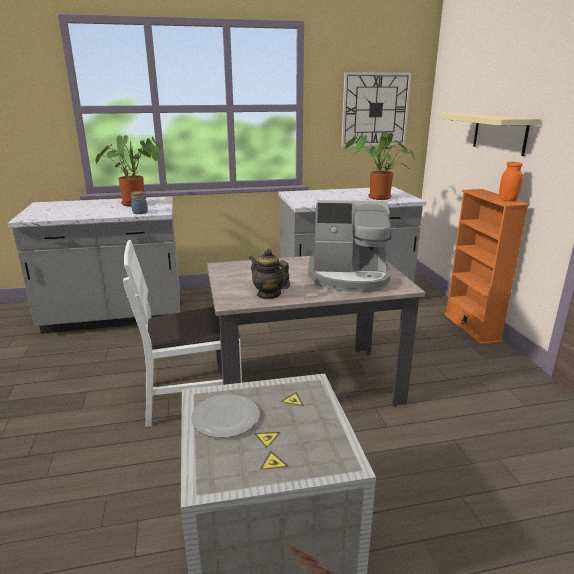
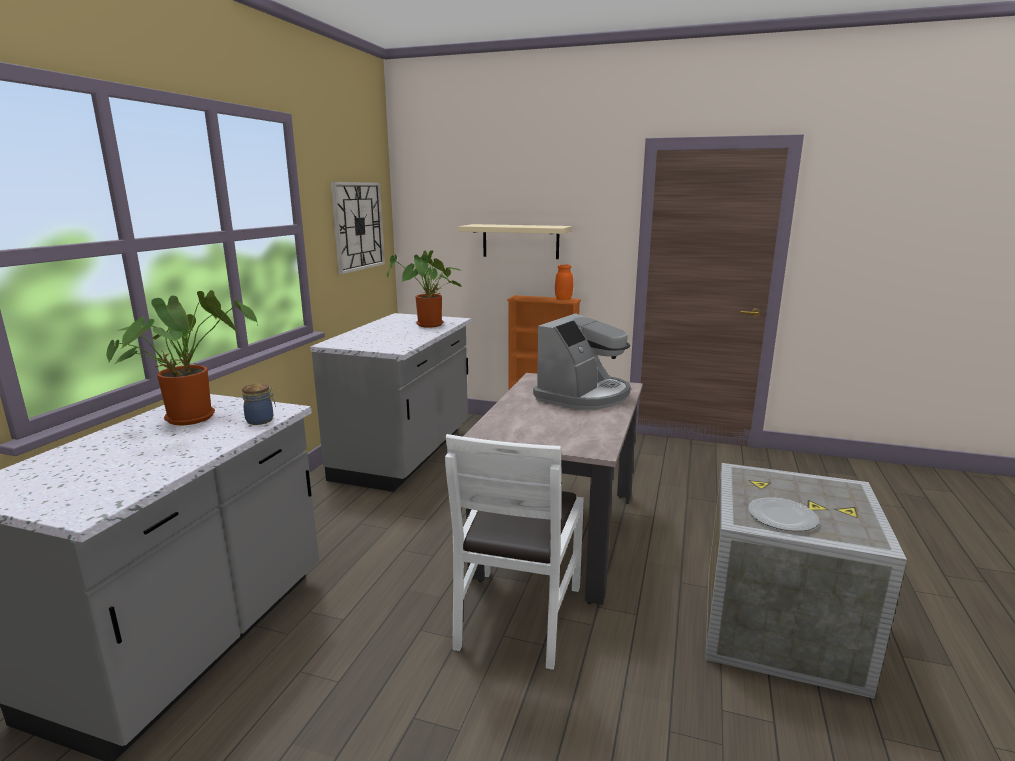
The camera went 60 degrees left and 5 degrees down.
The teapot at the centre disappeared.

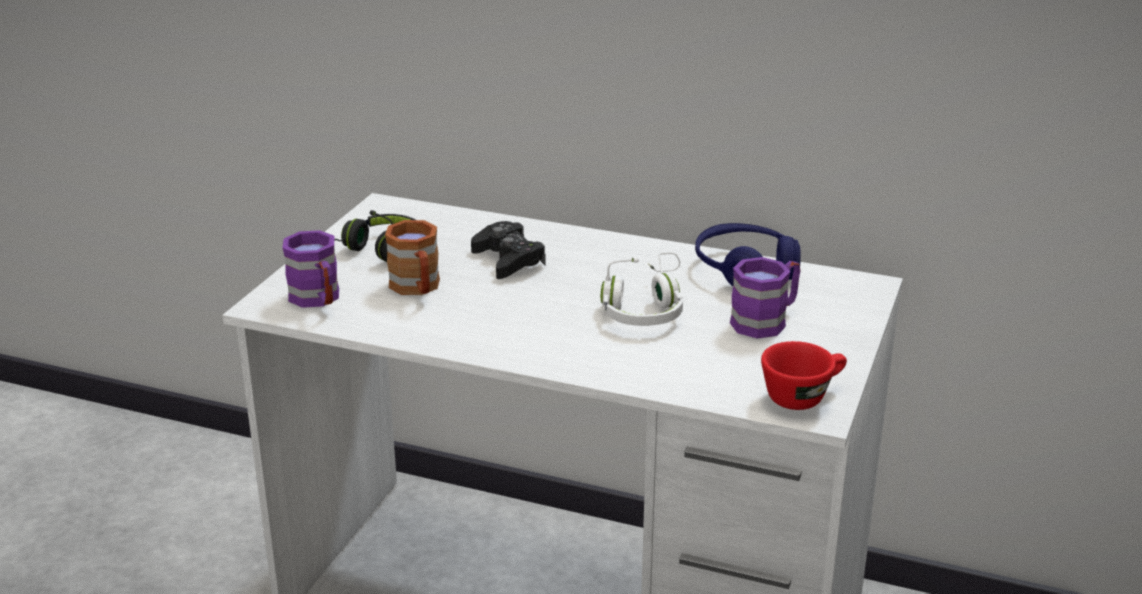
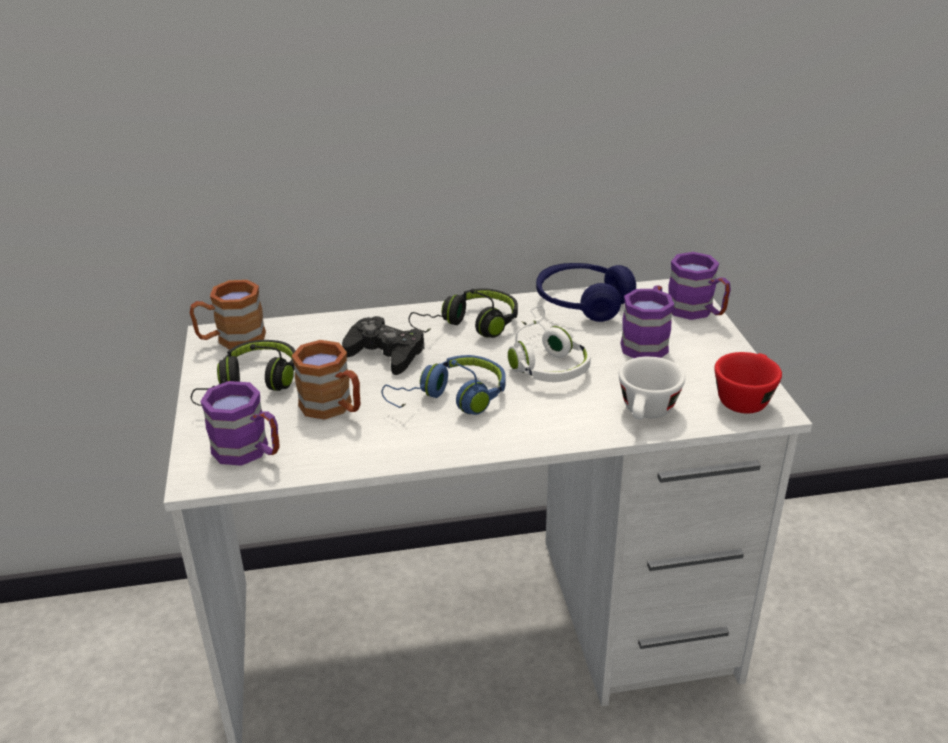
The camera went 30 degrees left and 5 degrees up.
The mug (brown-coloured) (1st from left) at the middle left appeared.
The headset (blue) (1st from left) at the centre appeared.
The headset (black-coloured) (2nd from left) at the centre appeared.
The cup (whitish) at the middle right appeared.
The mug (purple) (3rd from left) at the middle right appeared.

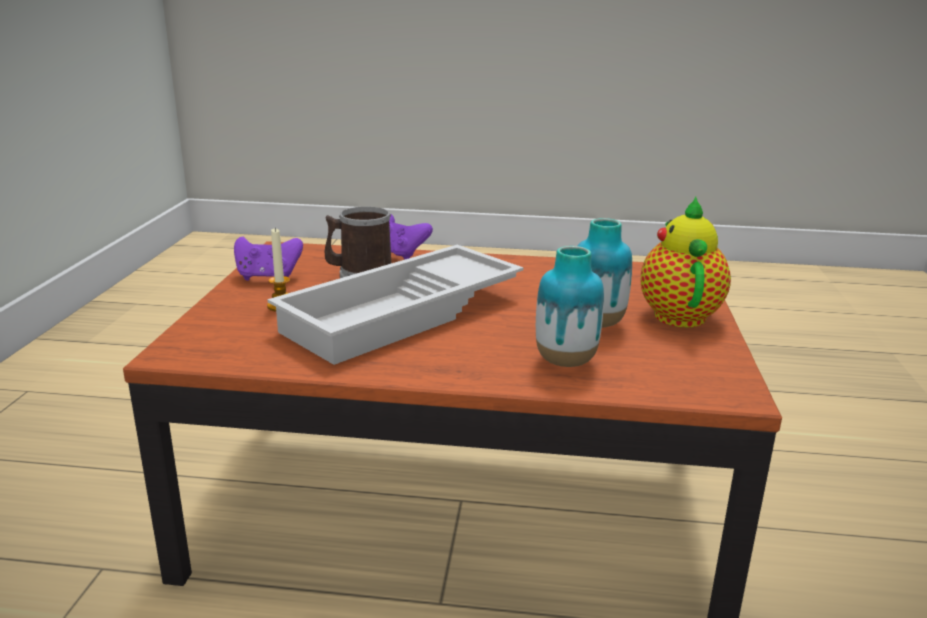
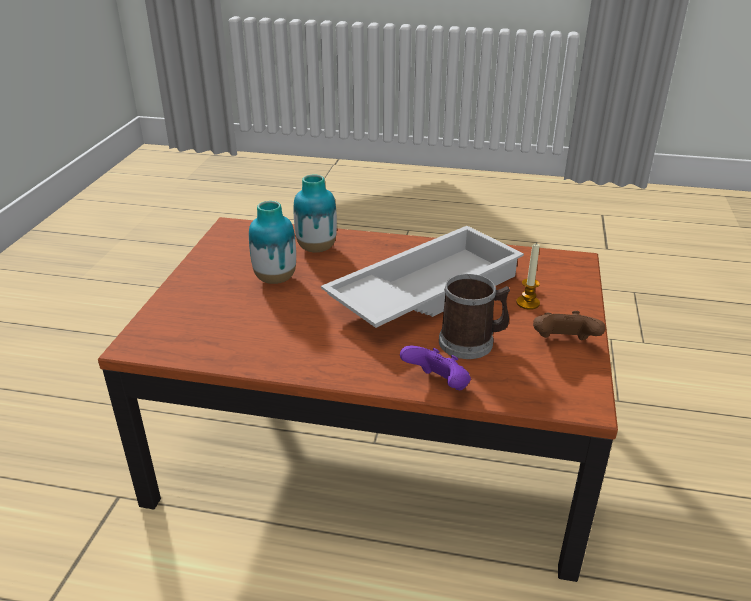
The camera went 175 degrees left and 10 degrees up.
The game controller (purple) (1st from left) at the middle left became the game controller (brown-coloured) at the middle right.
The teapot at the middle right disappeared.

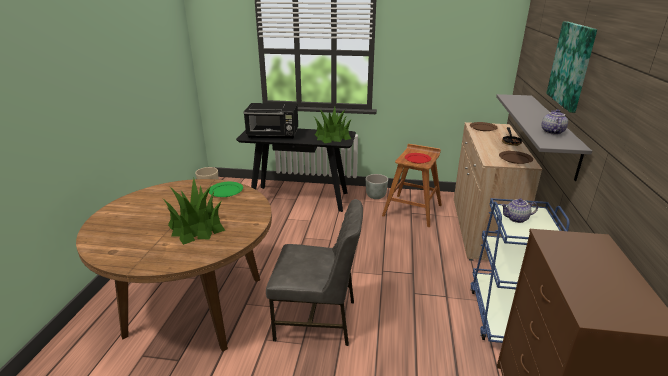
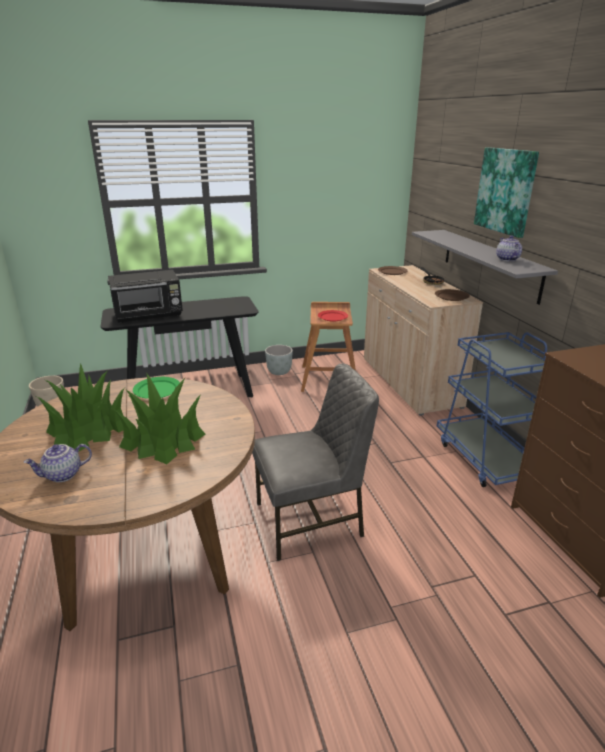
The camera went 25 degrees left and 0 degrees up.
The houseplant (2nd from left in the first image) moved from the top centre to the middle left.
The teapot (1st from left) moved from the middle right to the middle left.

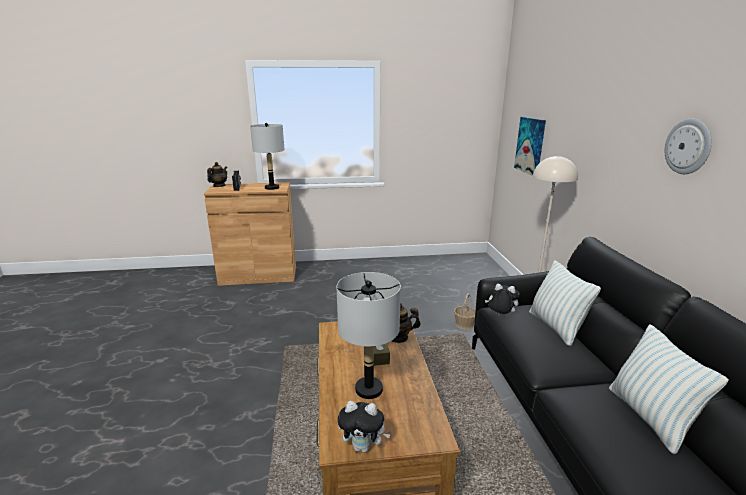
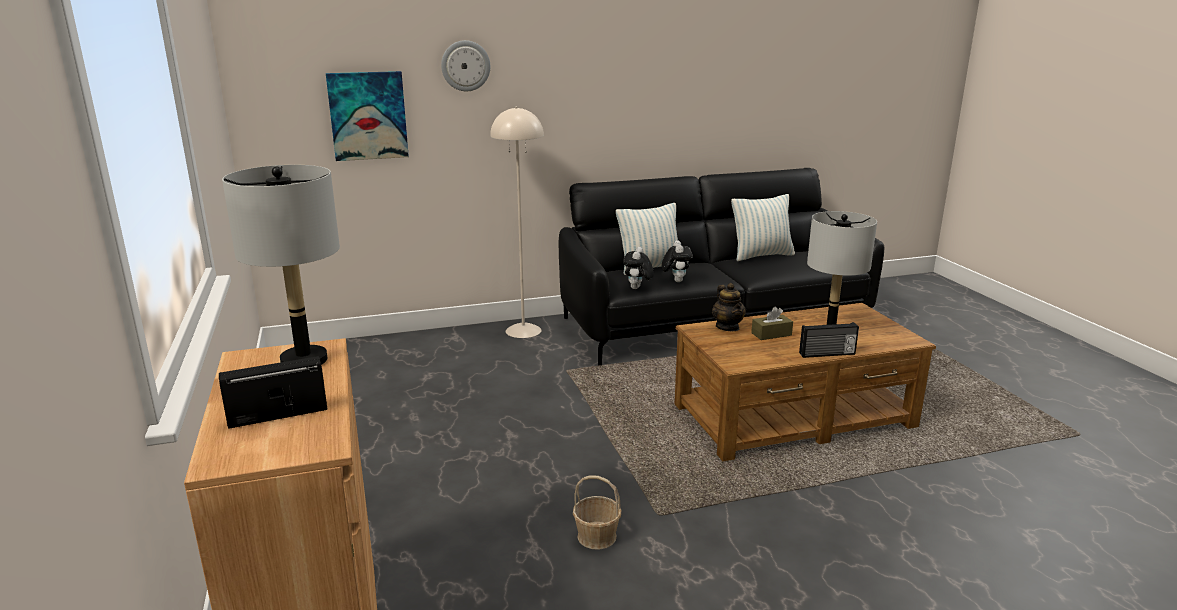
The camera went 100 degrees left and 0 degrees up.
The teapot (1st from left) at the middle left disappeared.
The soft toy (1st from left in the first image) moved from the bottom centre to the centre.
The basket moved from the centre to the bottom centre.
The wall clock moved from the top right to the top centre.
The radio receiver (2nd from left) at the middle right appeared.

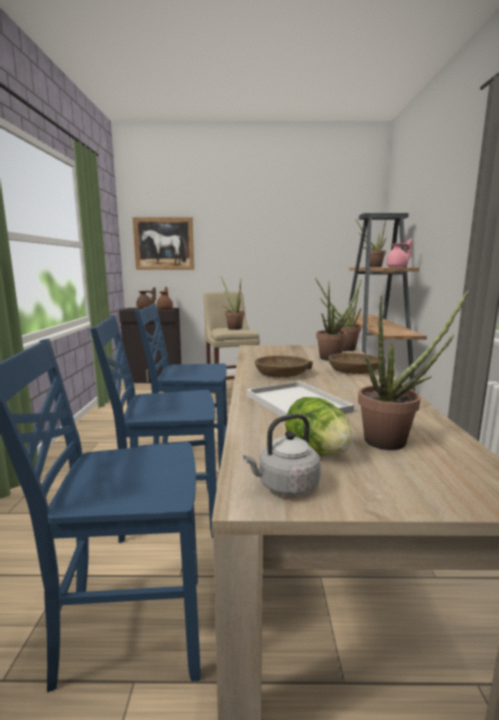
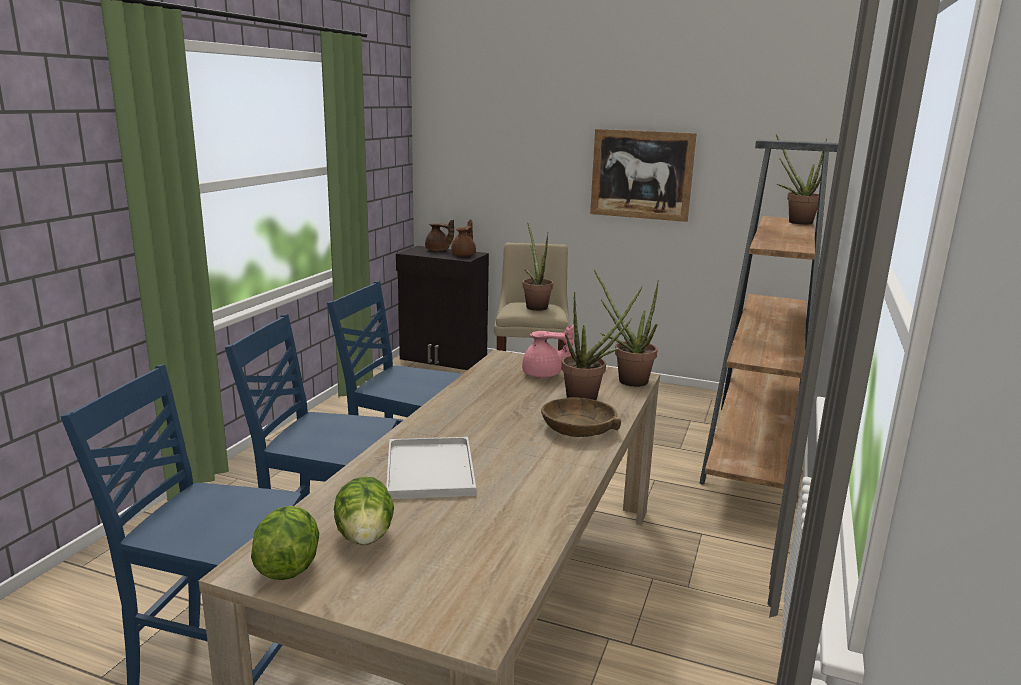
The camera went 20 degrees right and 5 degrees up.
The picture moved from the middle left to the top centre.
The kettle (gray) at the centre was replaced by the lettuce head (1st from left) at the bottom left.
The bowl (brown-coloured) (1st from left) at the centre disappeared.
The houseplant (5th from left) at the middle right disappeared.
The teapot (pinkish) moved from the middle right to the centre.

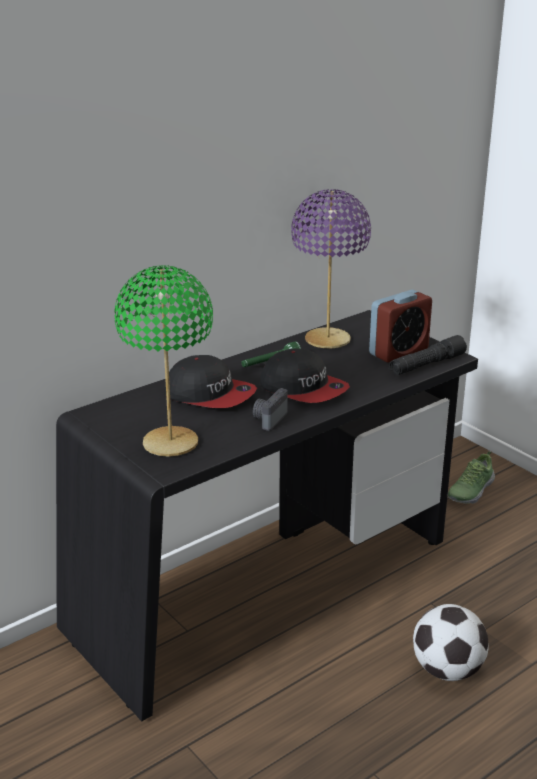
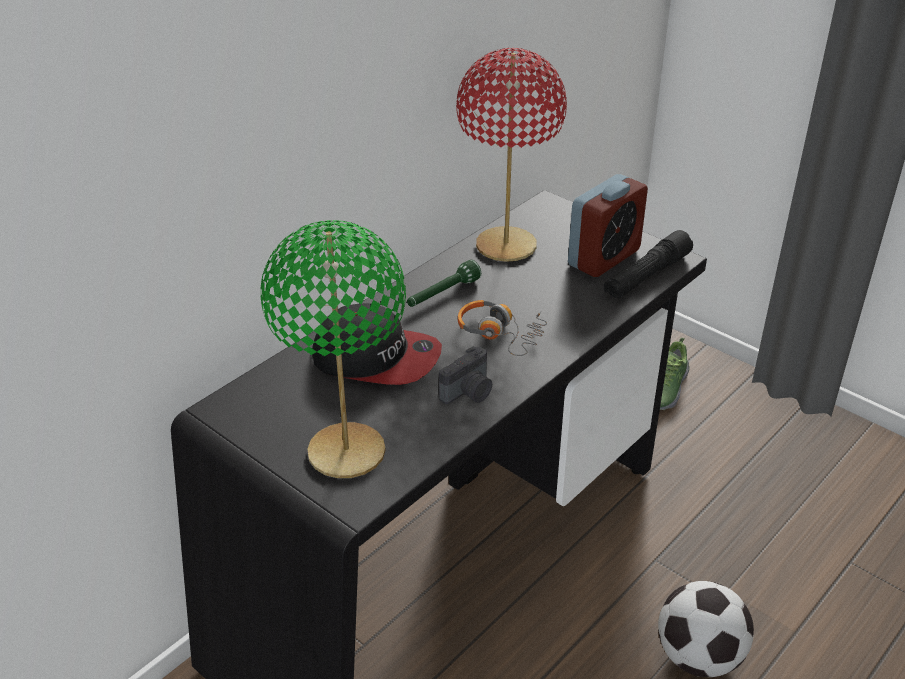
The camera went 10 degrees left and 10 degrees up.
The still camera at the centre turned 150 degrees counterclockwise.
The cap (2nd from left) at the centre was replaced by the headset at the centre.
The tabletop lamp (purple) at the centre became the tabletop lamp (red) at the top centre.

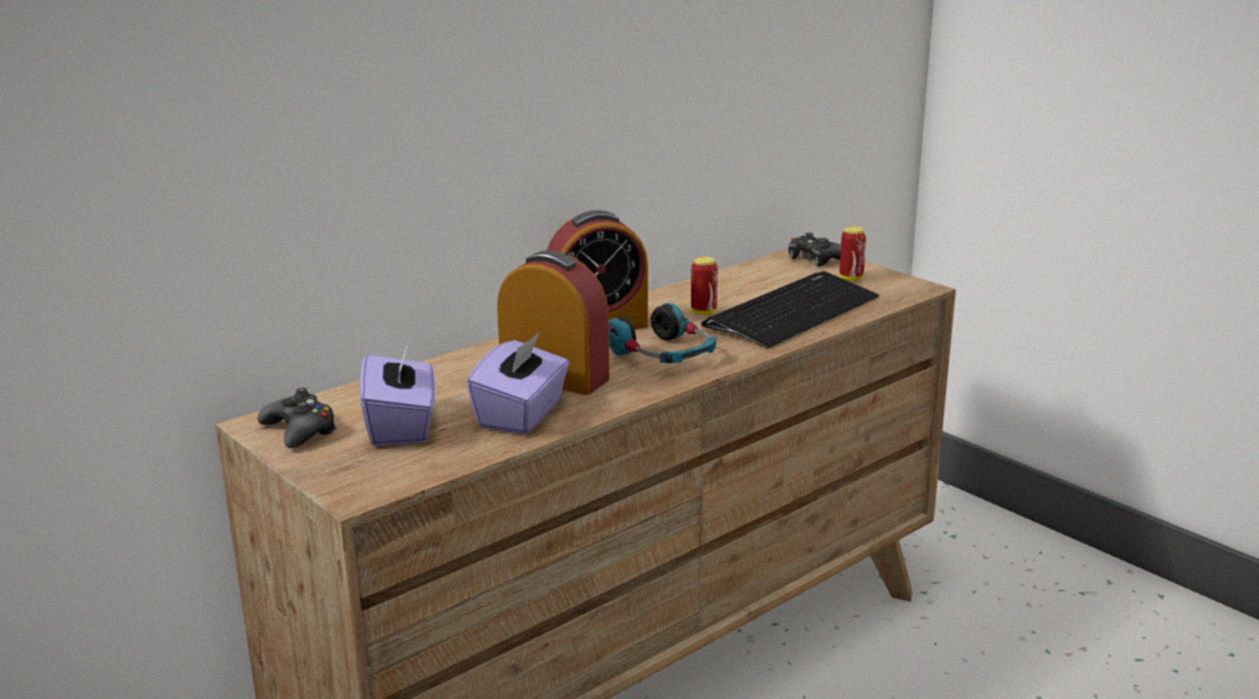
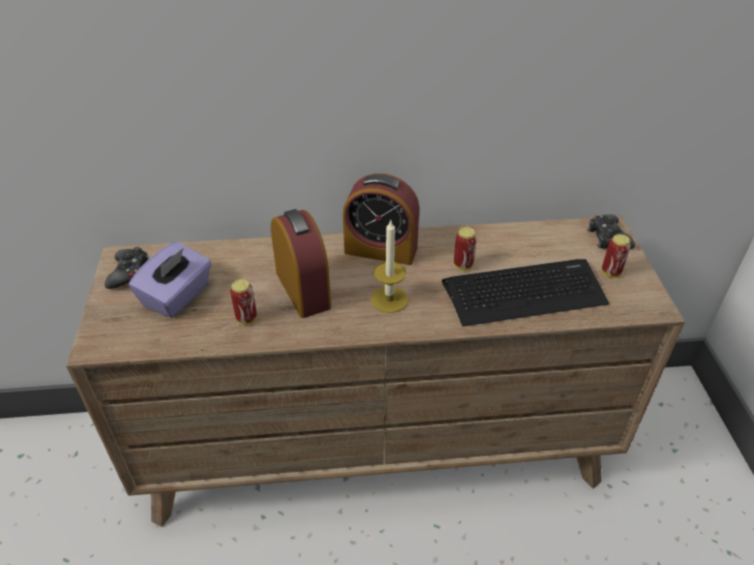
The camera went 35 degrees right and 20 degrees up.
The tissue holder (purple) (2nd from left) at the centre was replaced by the sealed can (1st from left) at the middle left.
The headset at the centre was replaced by the candle at the centre.

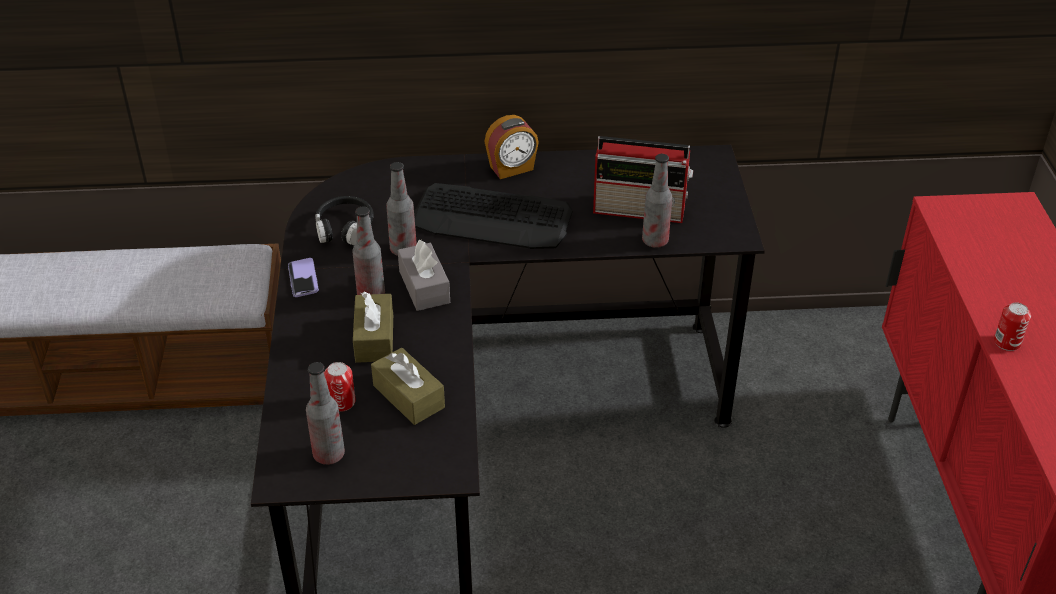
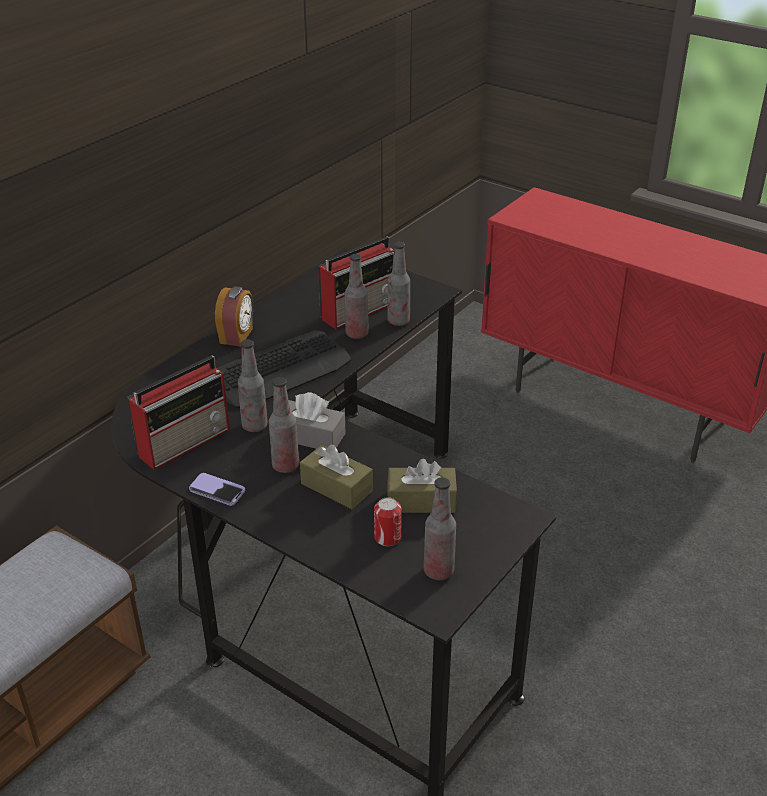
The camera went 50 degrees left and 5 degrees down.
The headset (black-coloured) at the middle left was replaced by the radio receiver (1st from left) at the middle left.
The sealed can (2nd from left) at the middle right disappeared.
The drink bottle (3rd from left) at the centre appeared.

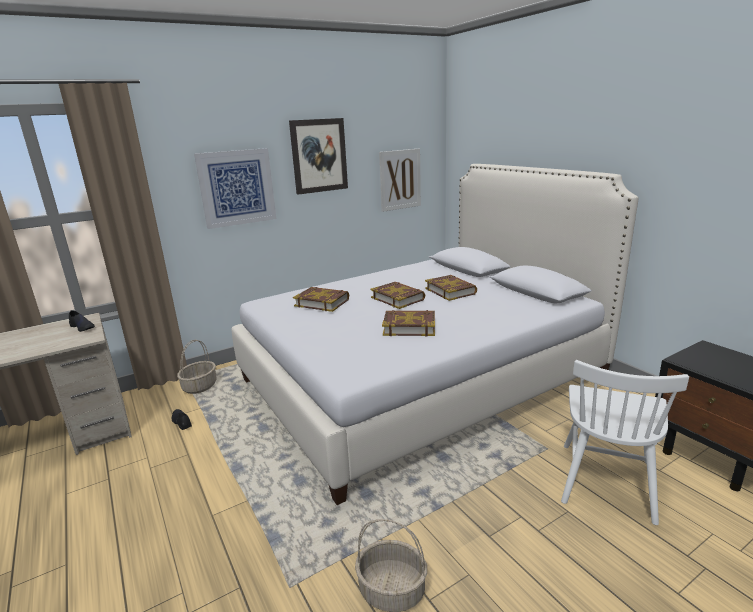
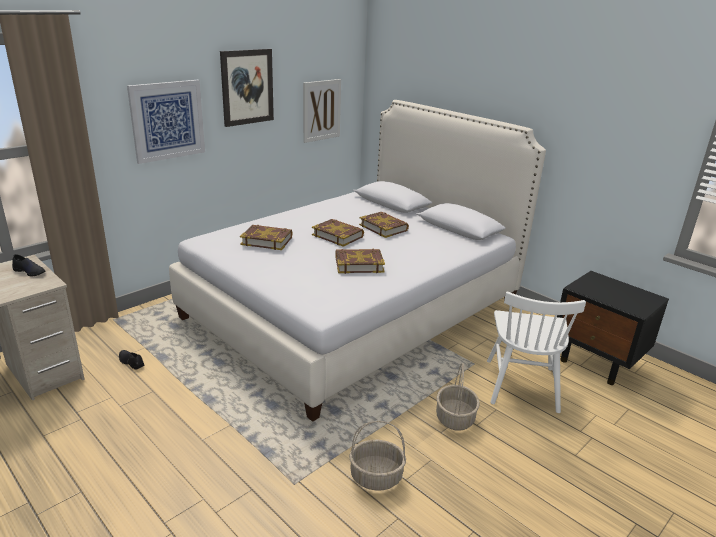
The camera went 15 degrees left and 5 degrees up.
The basket (1st from left in the first image) moved from the middle left to the bottom centre.

